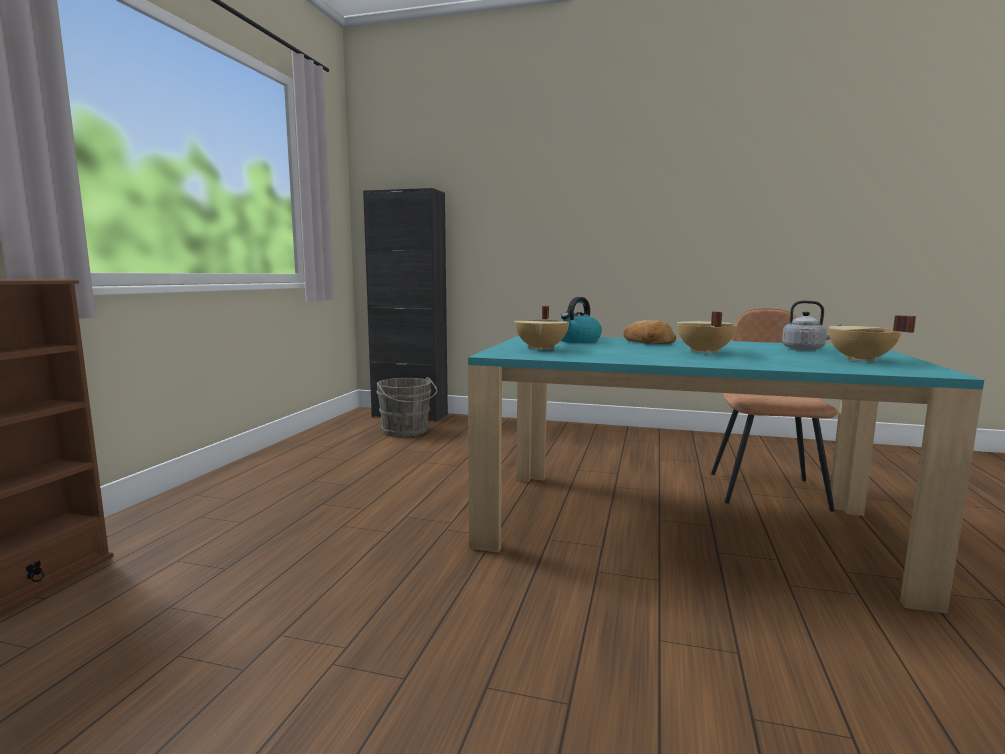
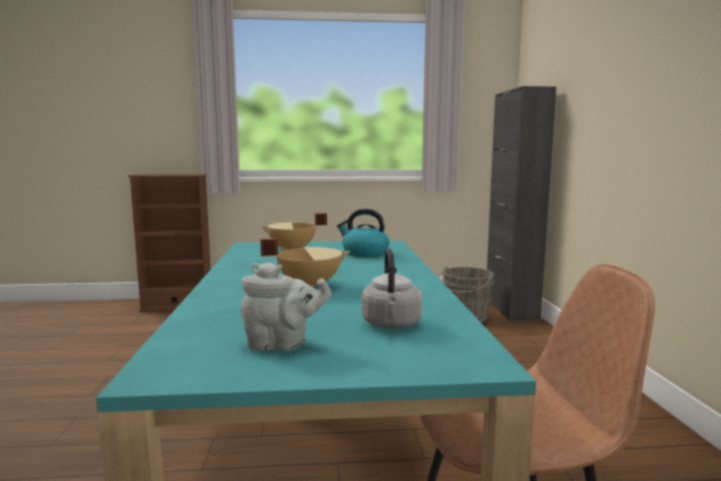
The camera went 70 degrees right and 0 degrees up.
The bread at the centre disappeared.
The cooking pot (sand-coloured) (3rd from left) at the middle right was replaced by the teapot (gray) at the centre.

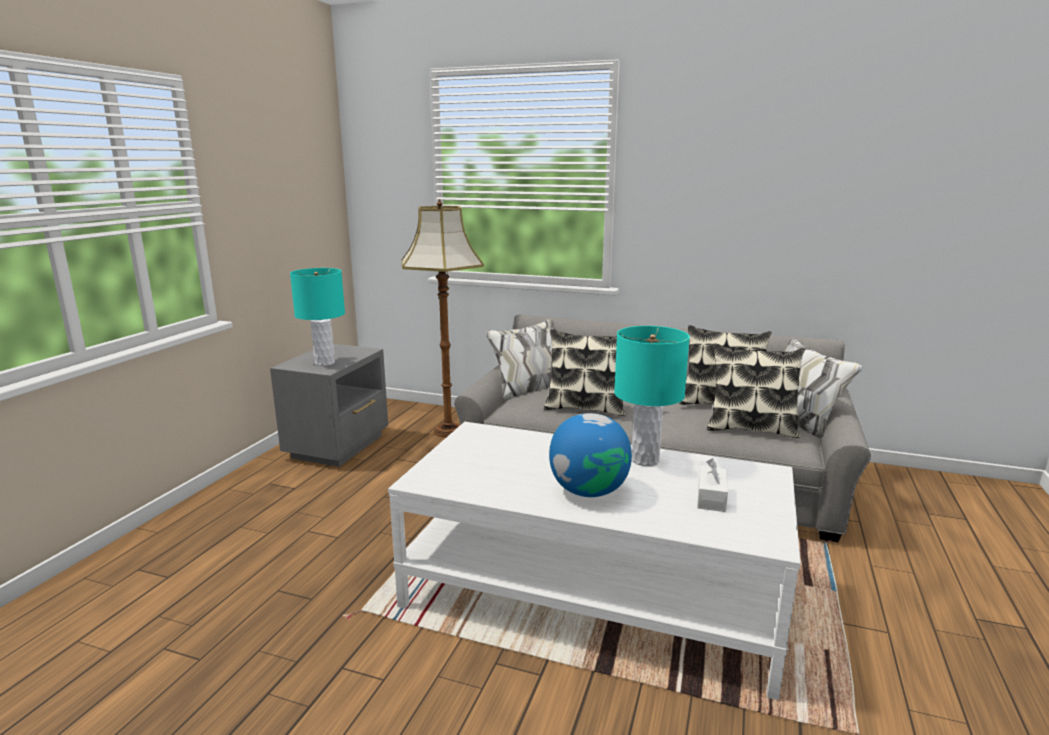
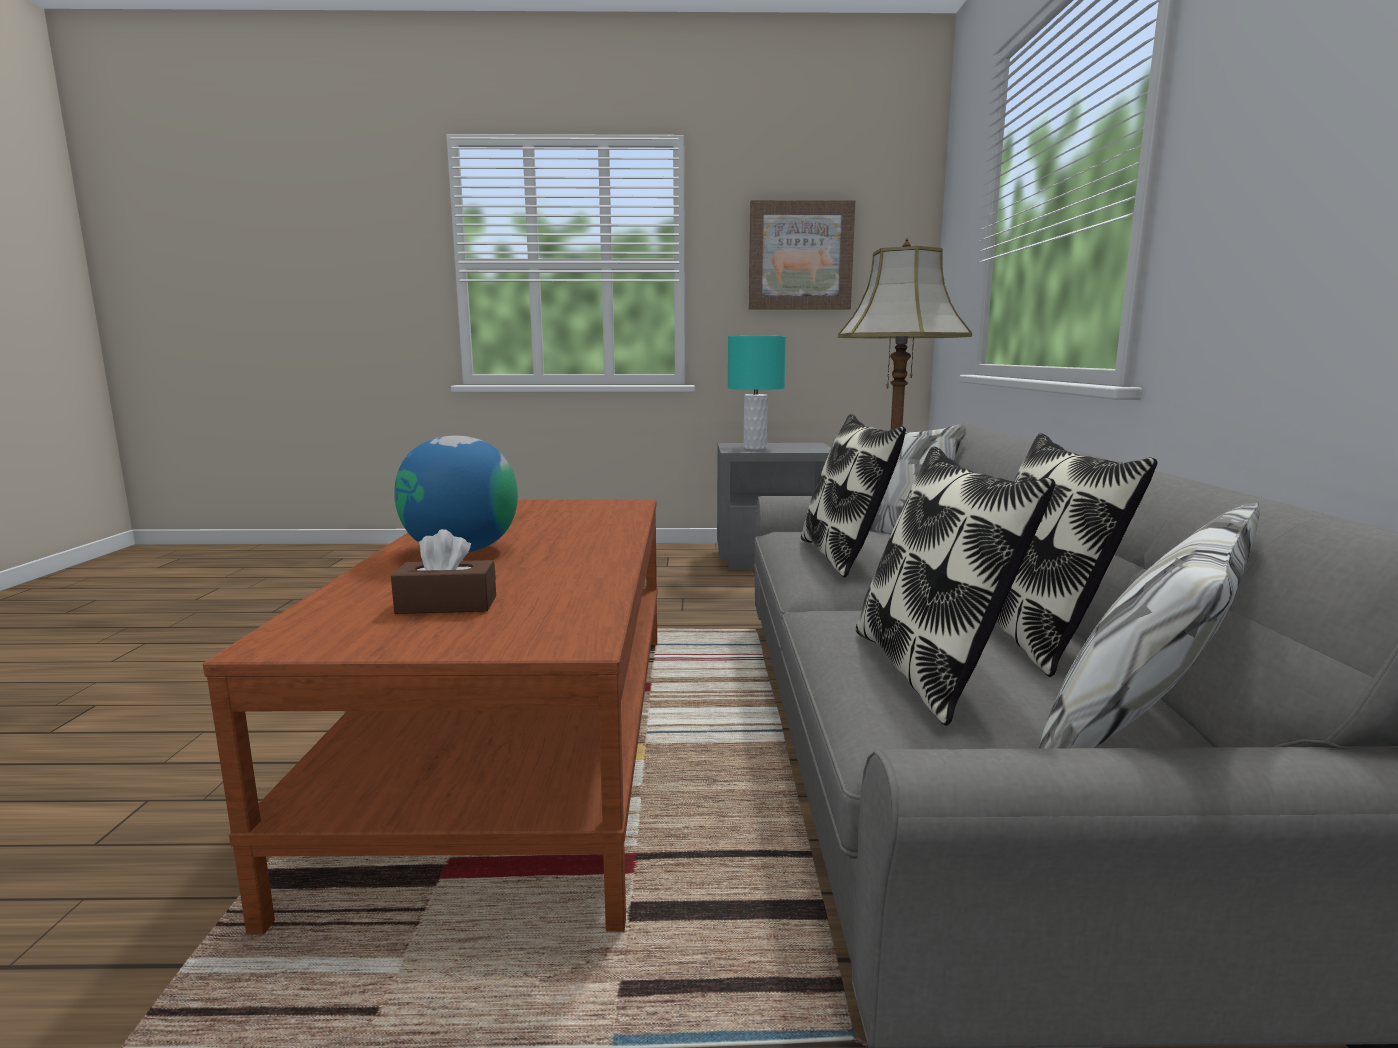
The camera went 70 degrees right and 5 degrees down.
The coffee table (whitish) at the bottom centre became the coffee table (brown-coloured) at the bottom left.
The tabletop lamp (turquoise) (2nd from left) at the centre disappeared.
The tissue holder (whitish) at the middle right became the tissue holder (brown-coloured) at the middle left.
The picture at the top centre appeared.

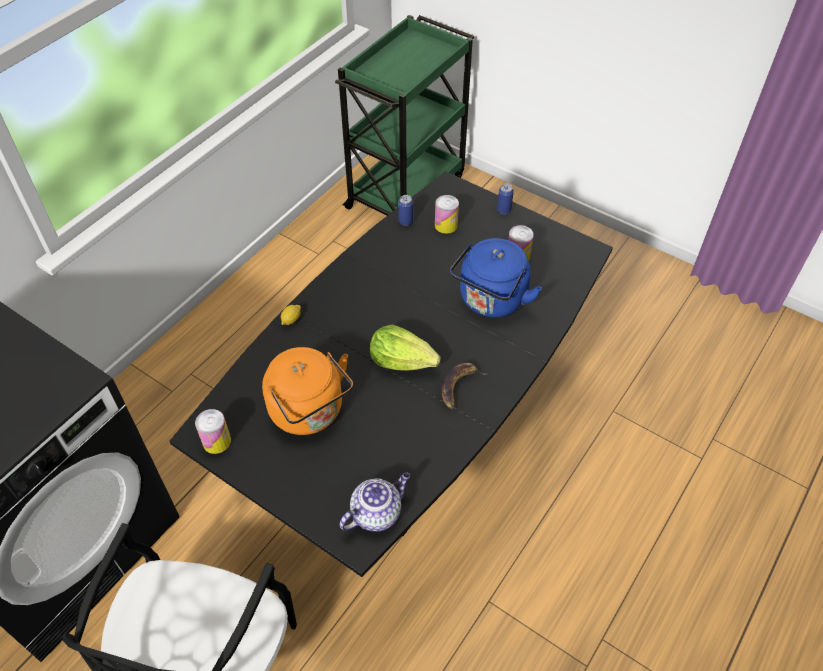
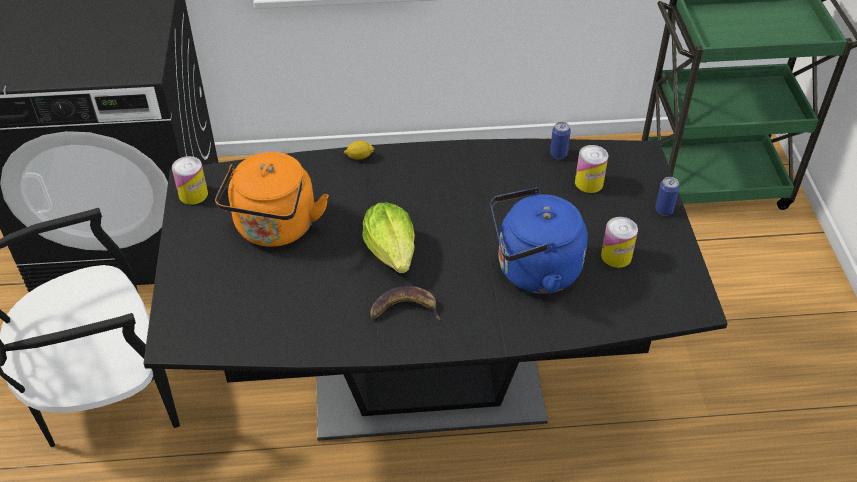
The camera went 50 degrees right and 5 degrees down.
The teapot at the bottom centre disappeared.

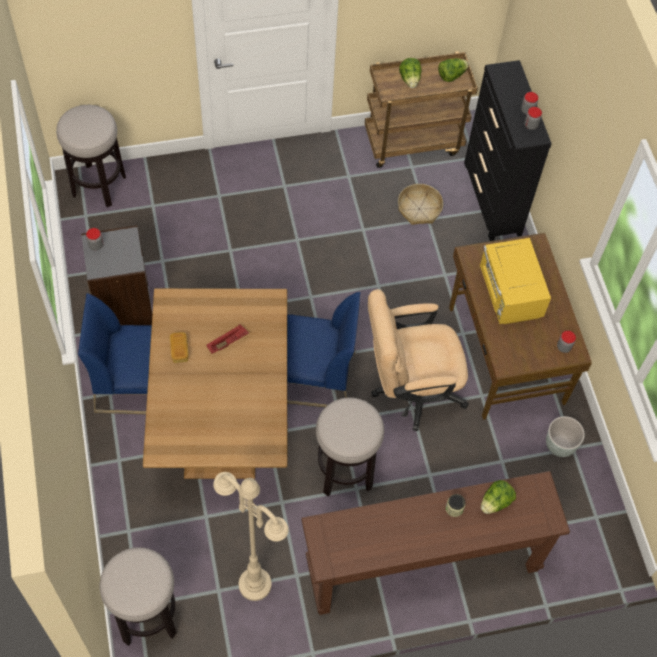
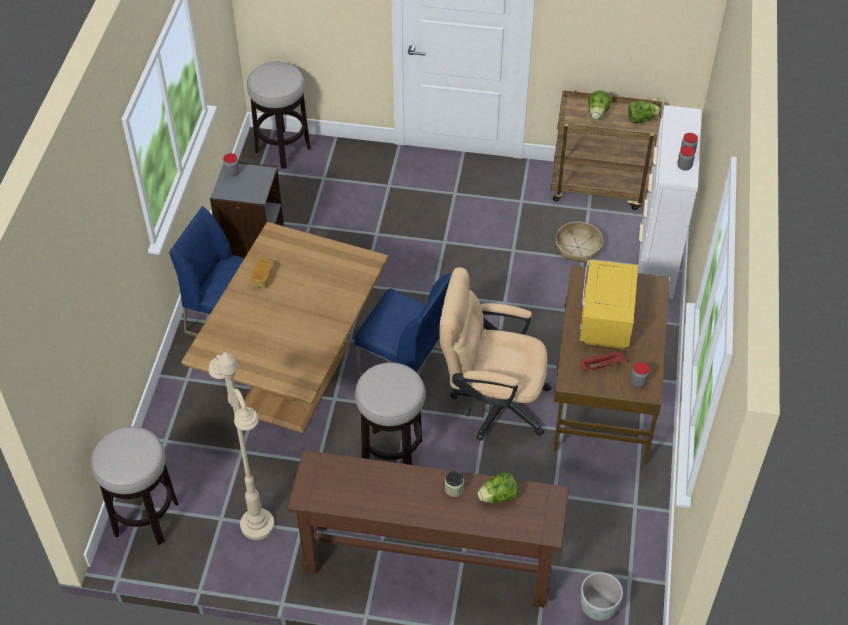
The camera went 25 degrees right and 10 degrees down.
The serving tray (red) moved from the centre to the middle right.
The dresser (black-coloured) at the top right became the dresser (whitish) at the top right.
The planter (gray) moved from the middle right to the bottom right.

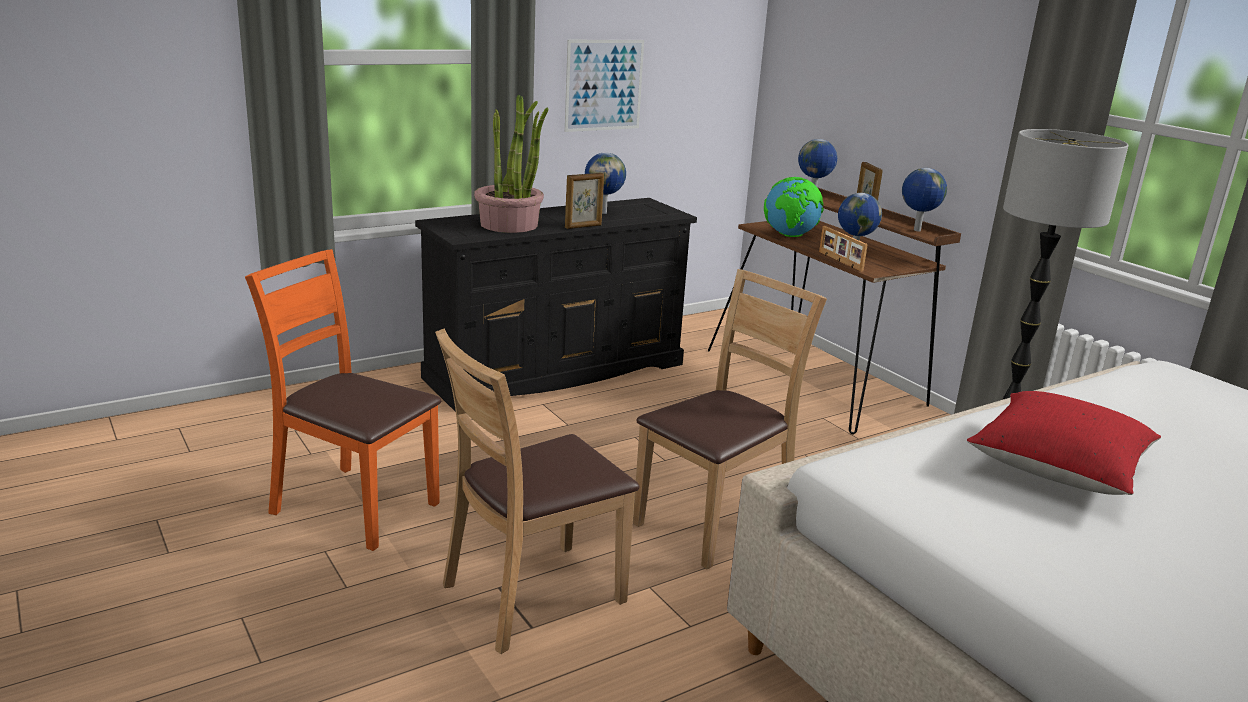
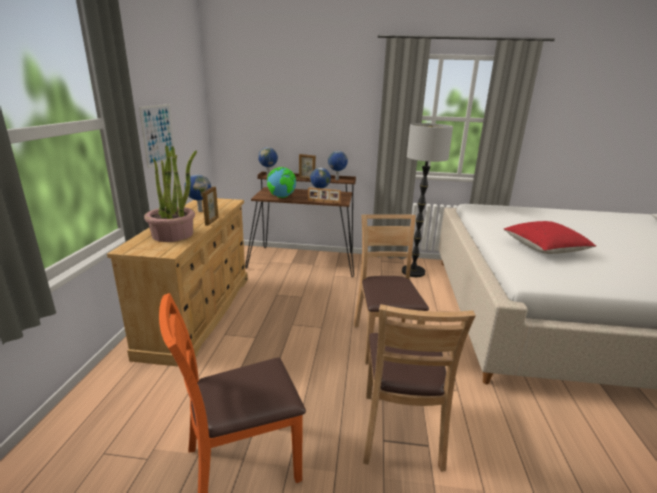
The camera went 50 degrees left and 0 degrees up.
The dresser (black-coloured) at the centre became the dresser (sand-coloured) at the middle left.

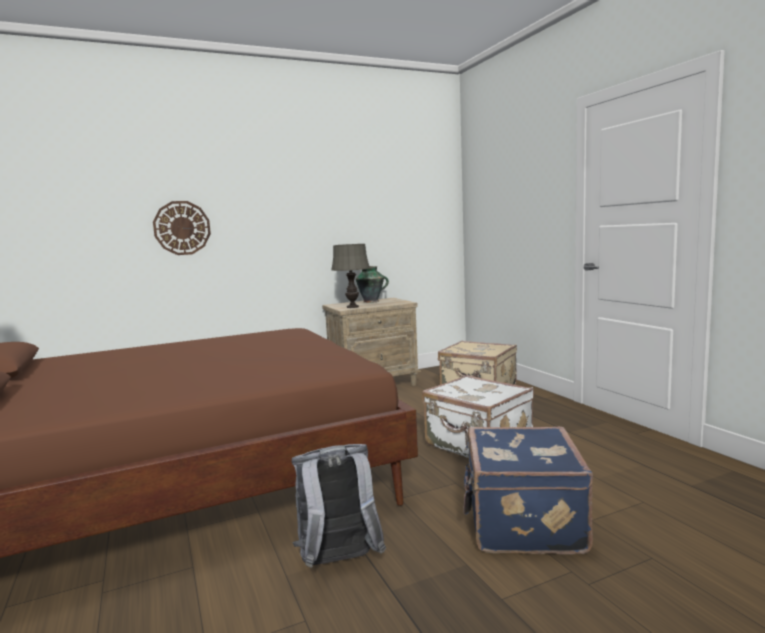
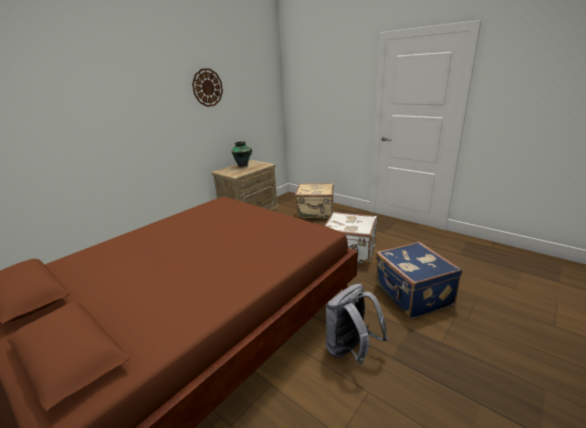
The camera went 25 degrees left and 15 degrees up.
The wall clock moved from the middle left to the top centre.
The tabletop lamp (gray) at the centre disappeared.

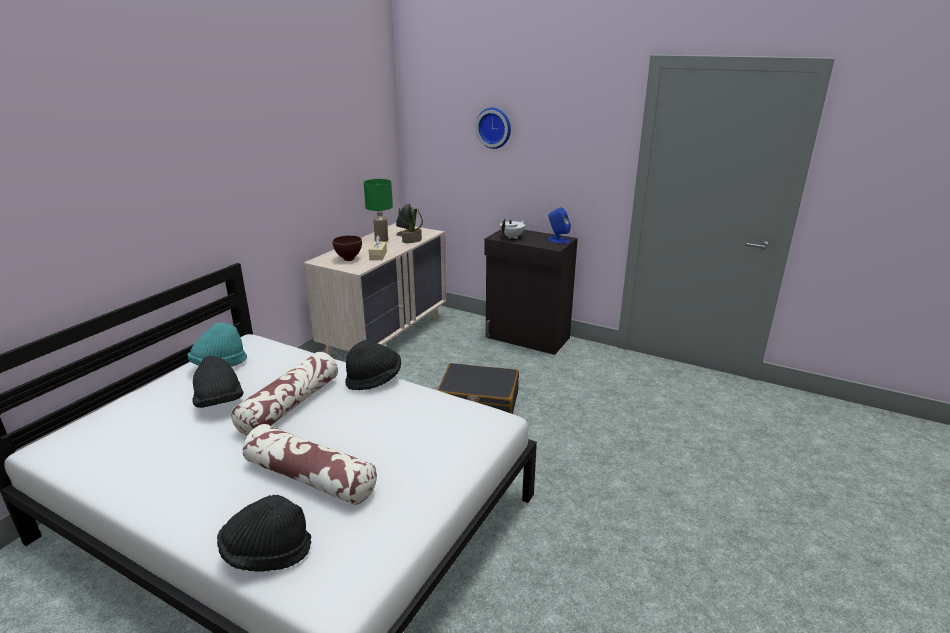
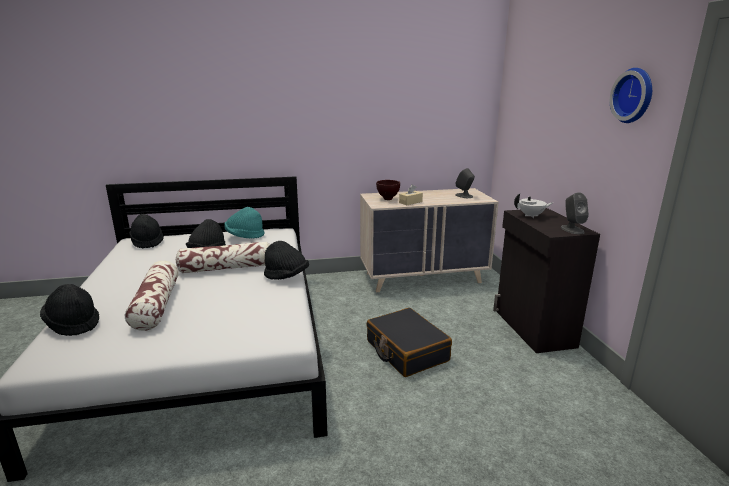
The camera went 50 degrees right and 5 degrees down.
The tabletop lamp (greenish) at the top centre disappeared.
The houseplant at the centre disappeared.
The wall clock moved from the top centre to the top right.
The speaker (blue) at the centre became the speaker (gray) (2nd from left) at the middle right.
The wearable hat (black-coloured) (2nd from left) at the middle left appeared.

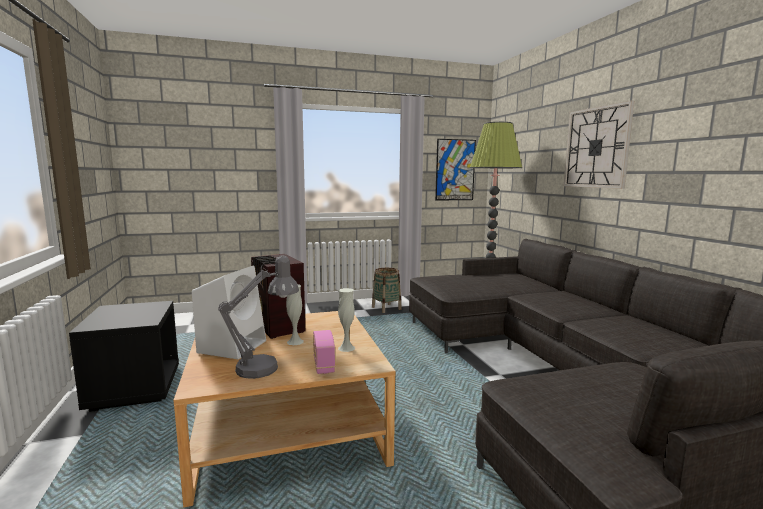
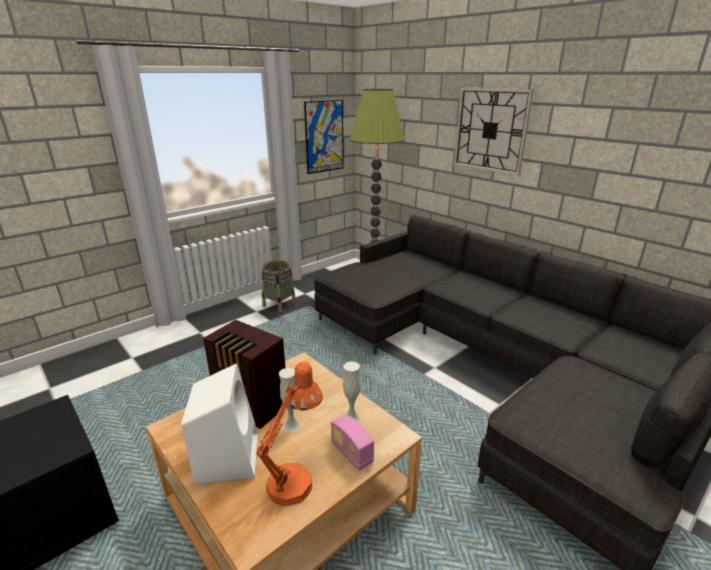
The camera went 25 degrees left and 15 degrees up.
The tabletop lamp (gray) at the centre became the tabletop lamp (orange-coloured) at the bottom centre.

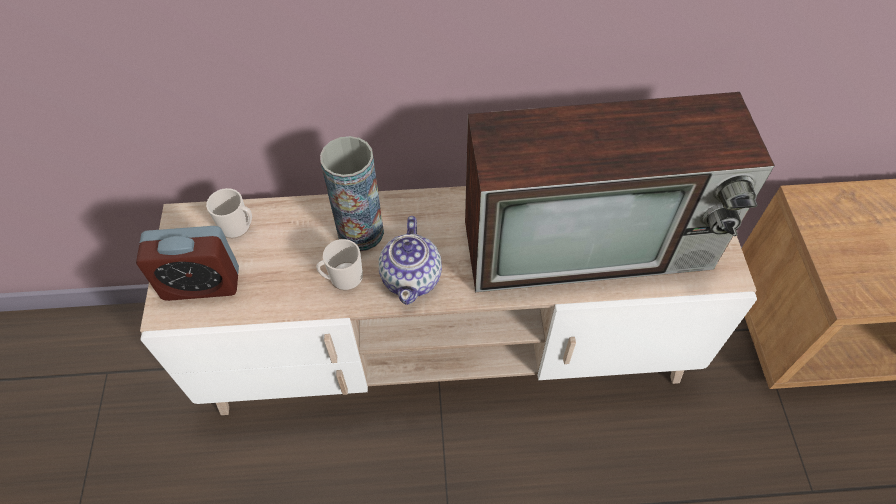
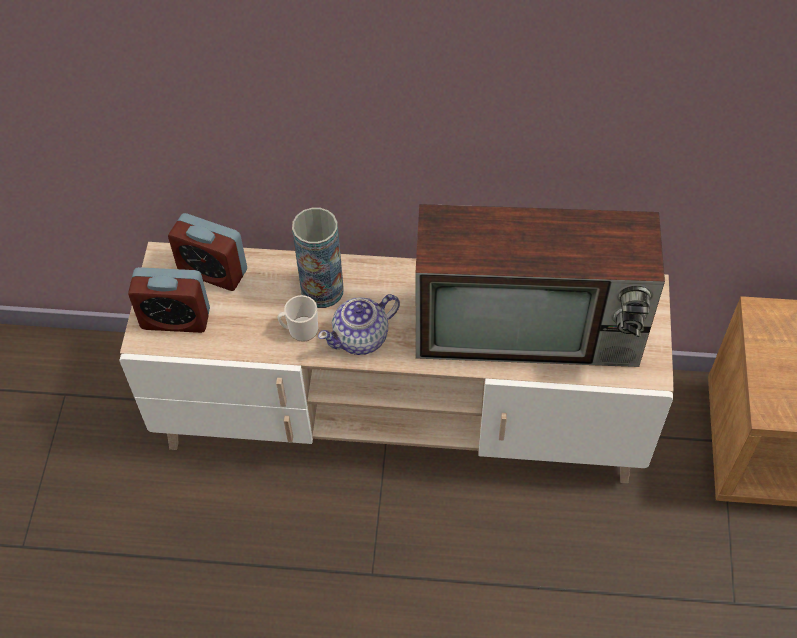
The camera went 10 degrees right and 0 degrees up.
The mug (1st from left) at the middle left was replaced by the table clock (2nd from left) at the middle left.
The teapot at the centre turned 45 degrees clockwise.

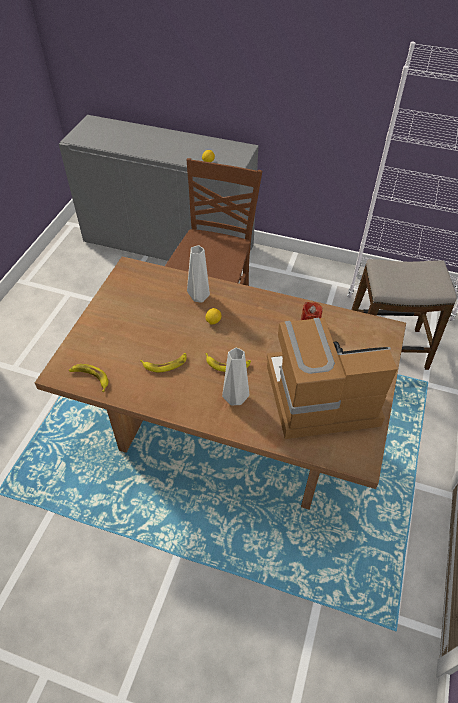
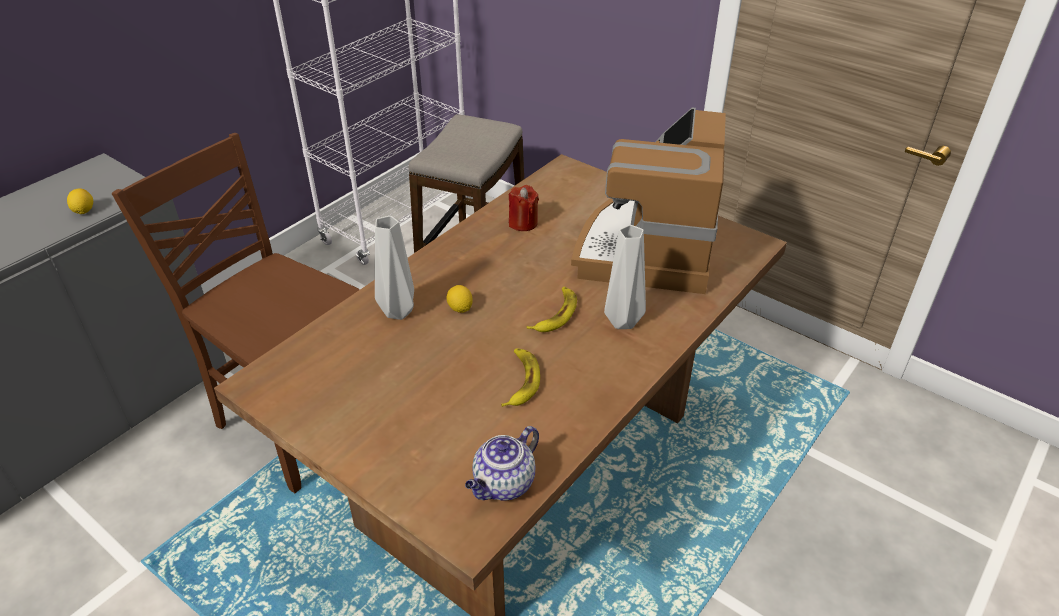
The camera went 70 degrees left and 10 degrees down.
The whole banana (1st from left) at the middle left was replaced by the teapot at the bottom centre.

